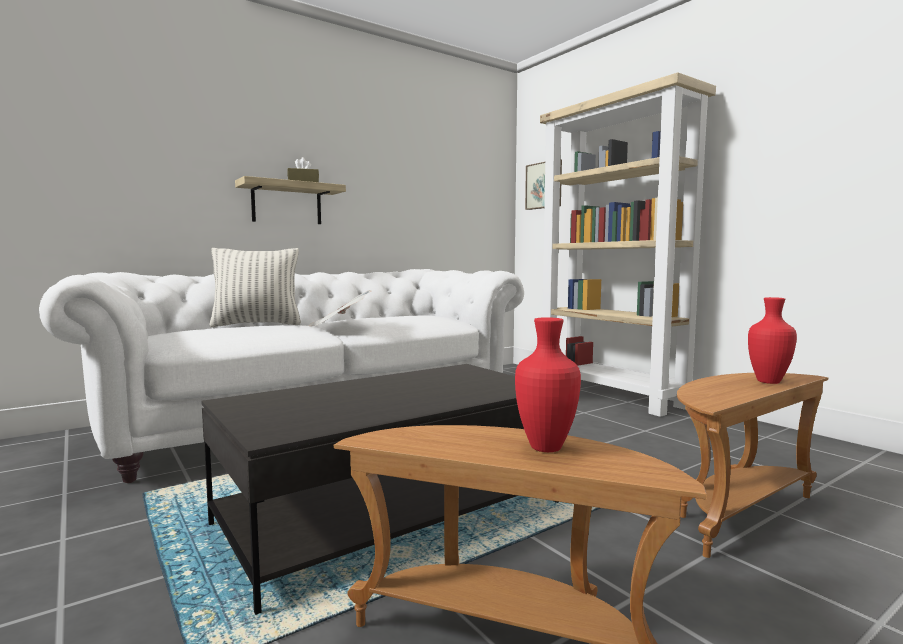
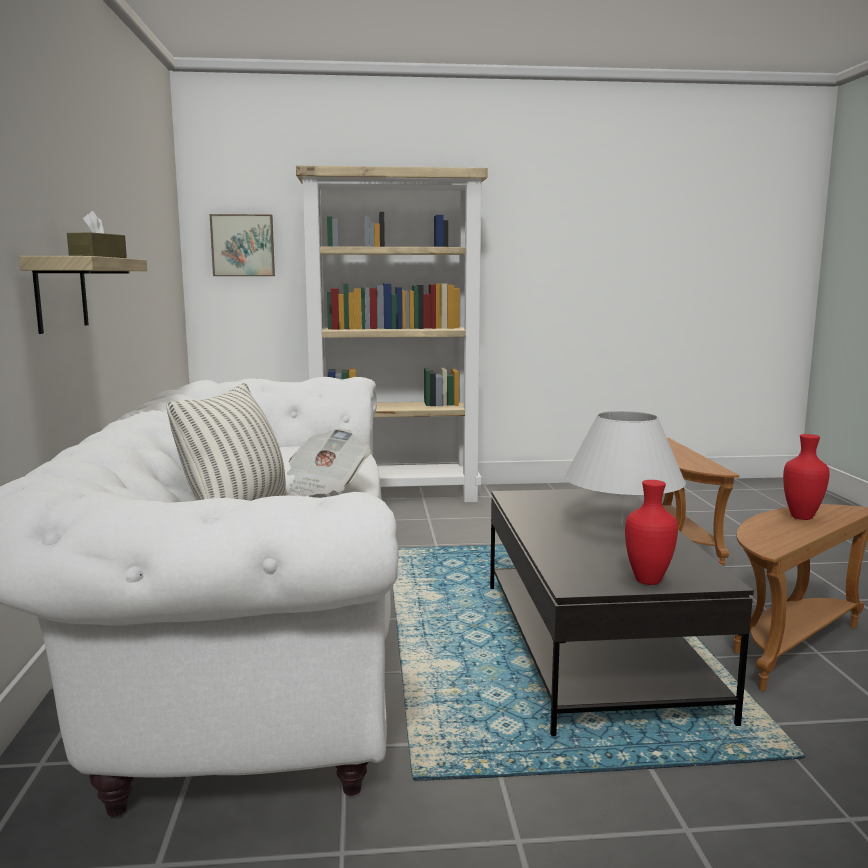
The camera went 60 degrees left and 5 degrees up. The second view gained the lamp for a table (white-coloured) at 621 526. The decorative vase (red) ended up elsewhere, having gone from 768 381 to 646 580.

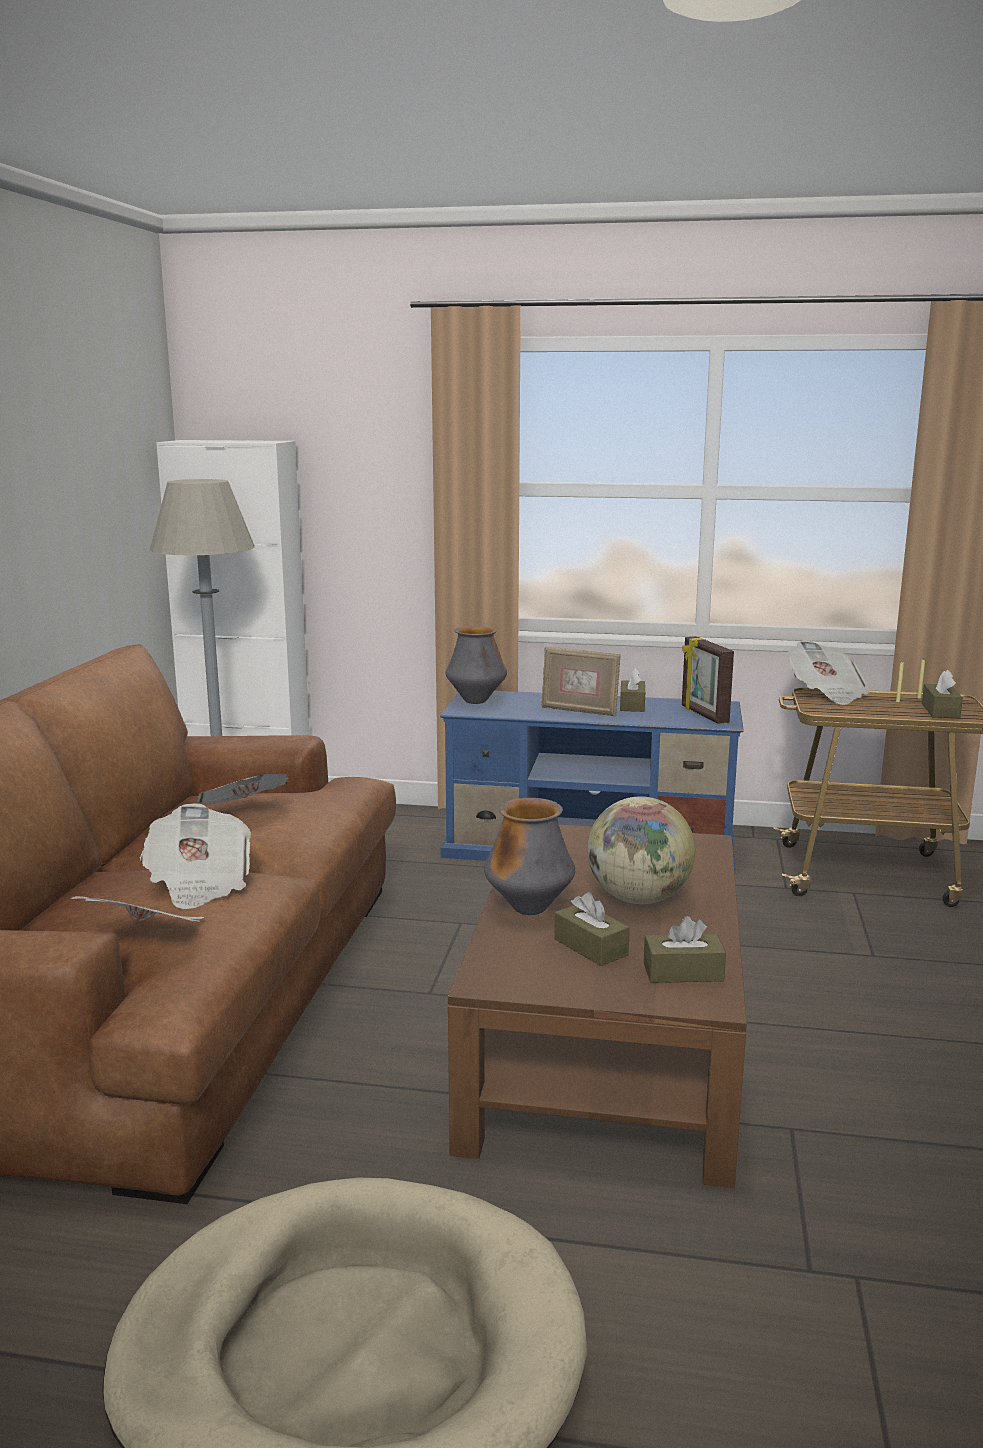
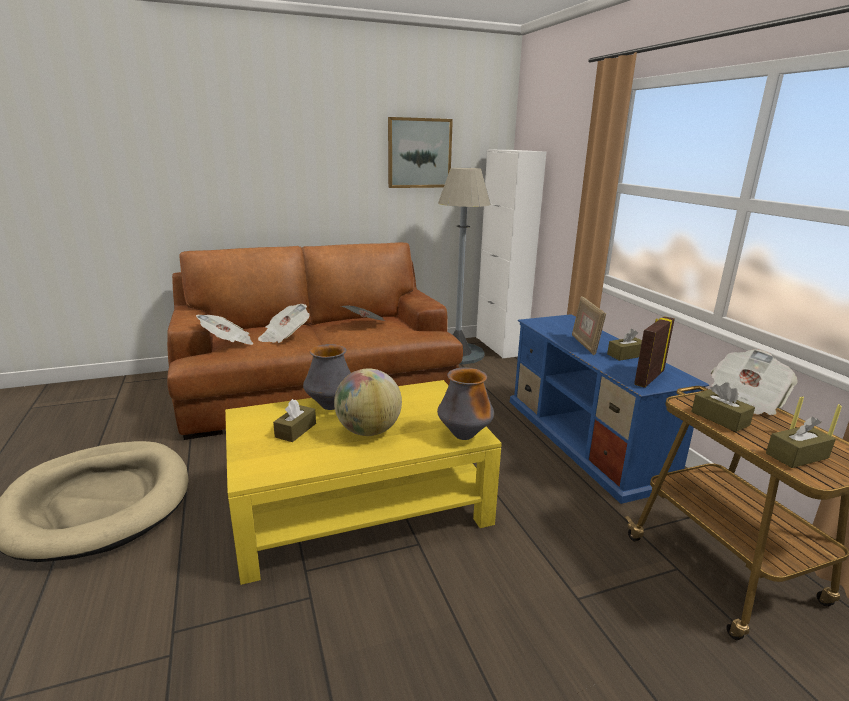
The camera went 60 degrees right and 5 degrees up. What was the coffee table (brown) at 606 1042 turned into the coffee table (yellow) at 360 504. The second view gained the wall picture at 419 153. The decorative vase ended up elsewhere, having gone from 476 701 to 464 435. The tissue box (brown) ended up elsewhere, having gone from 683 972 to 720 418.

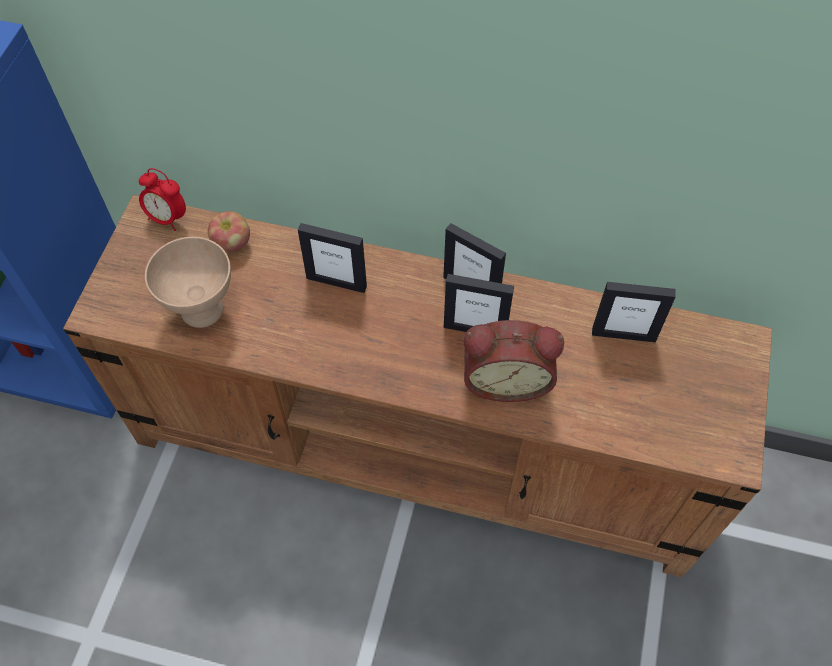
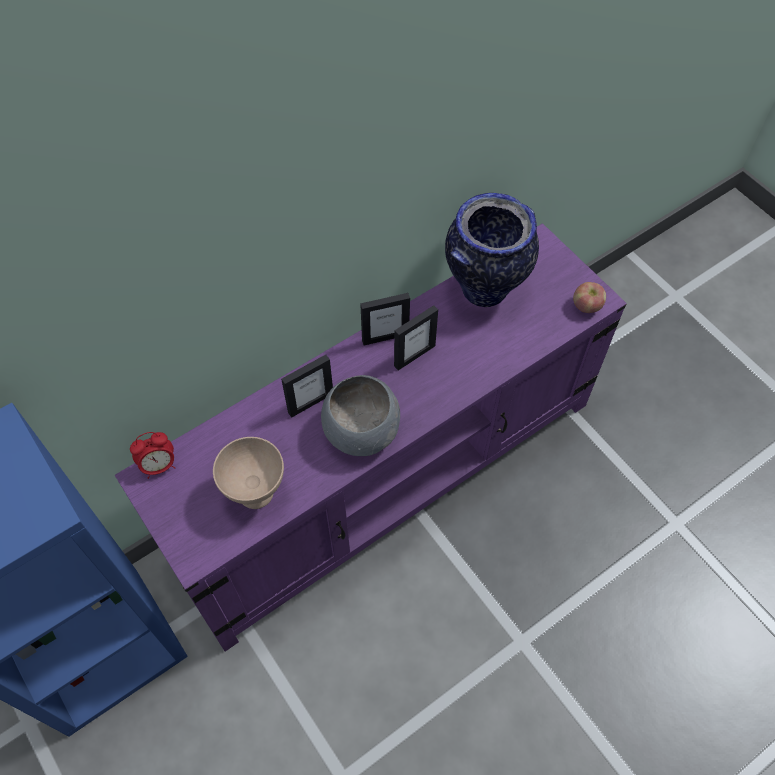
The camera went 50 degrees left and 0 degrees up. What was the tv stand (brown) at 419 445 turned into the tv stand (purplish) at 387 476. The second view gained the bowl (gray) at 360 432. Where the photo frame stood at 623 334, the decorative vase came to stand at 485 289. The apple ended up elsewhere, having gone from 232 243 to 586 306. The second view lost the alarm clock at 506 378.

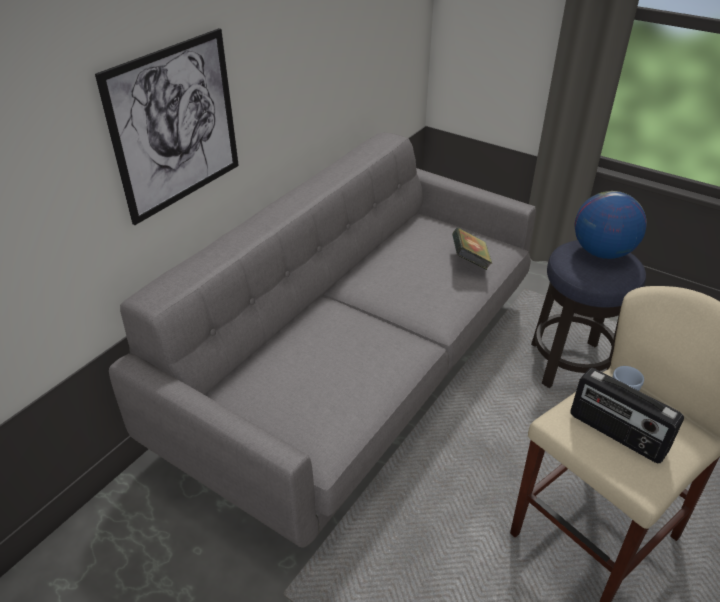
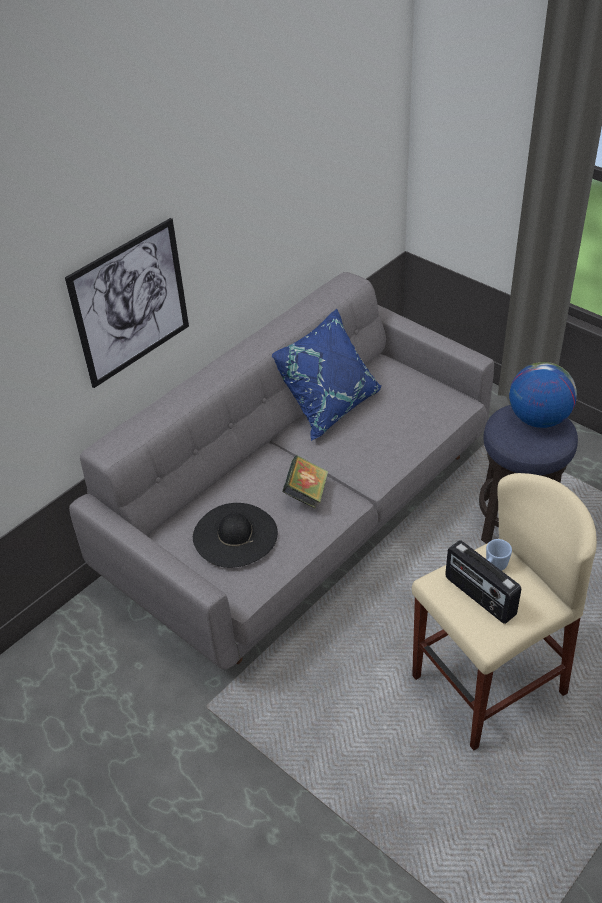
The camera went 10 degrees right and 5 degrees up. The second view gained the clothing hat (blackish) at 235 535. The second view gained the pillow (blue) at 327 405. The book ended up elsewhere, having gone from 469 262 to 306 494.

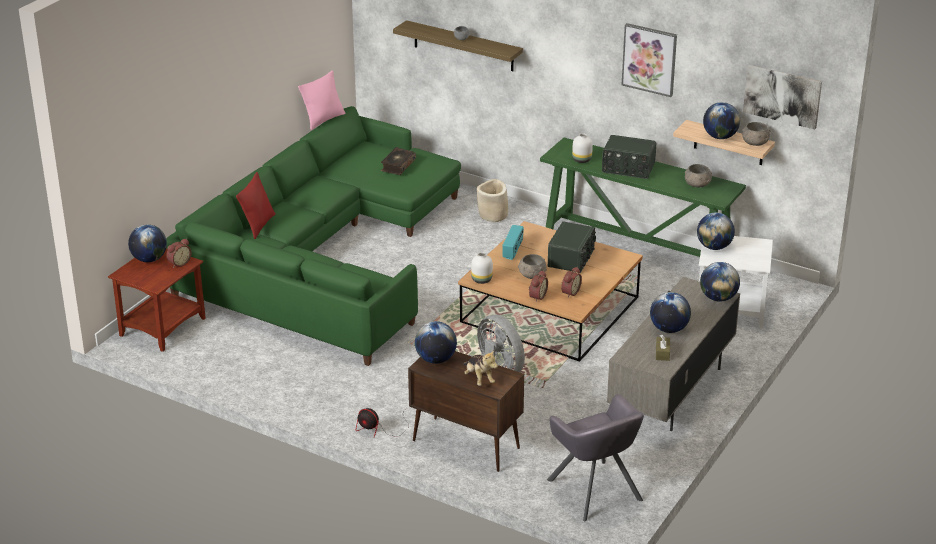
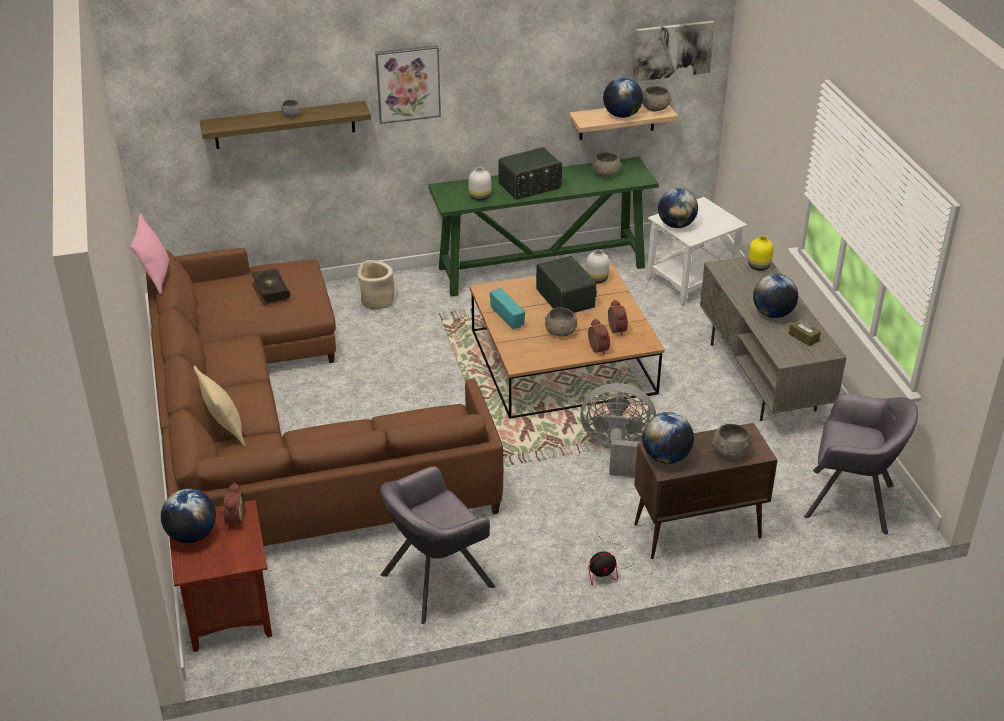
The camera went 45 degrees left and 5 degrees up. What was the couch (green) at 322 256 turned into the couch (brown) at 278 429. What was the pillow (red) at 258 225 turned into the pillow (sand-coloured) at 224 429. The wall picture ended up elsewhere, having gone from 649 59 to 408 83. The second view gained the easy chair (gray) at 436 580. The decorative vase (white-coloured) ended up elsewhere, having gone from 481 280 to 596 279. Where the cuddly toy stood at 479 379, the bowl (gray) came to stand at 729 451. Where the desk globe stood at 718 298, the decorative vase (yellow) came to stand at 759 266.

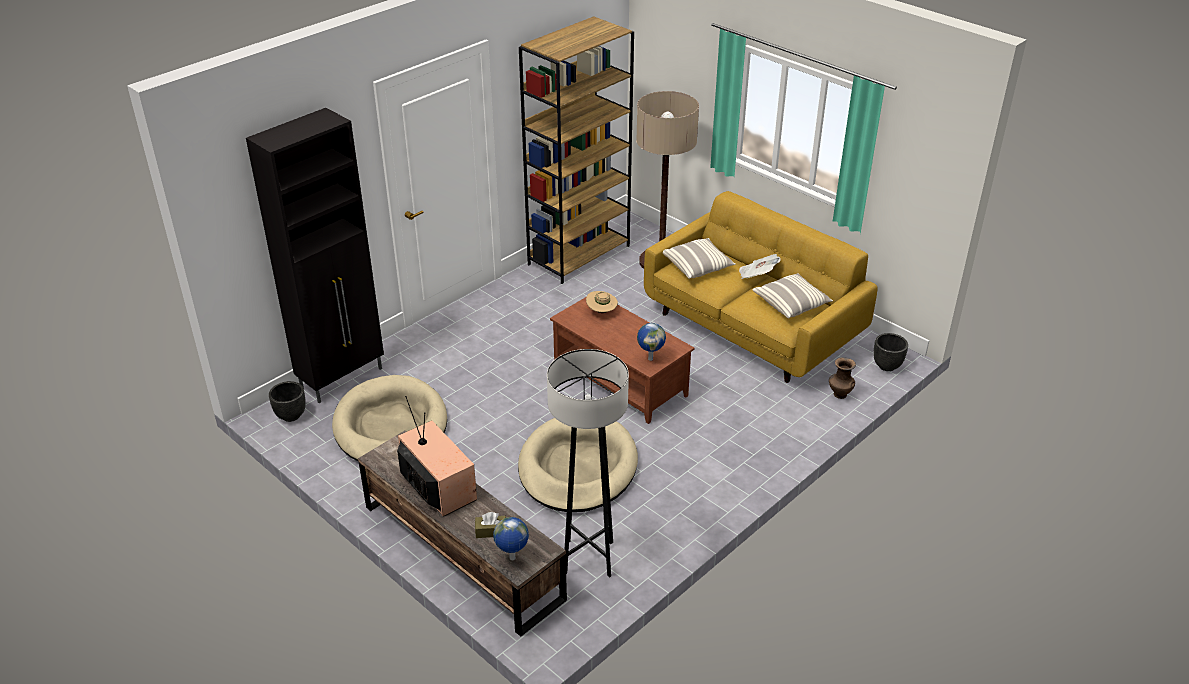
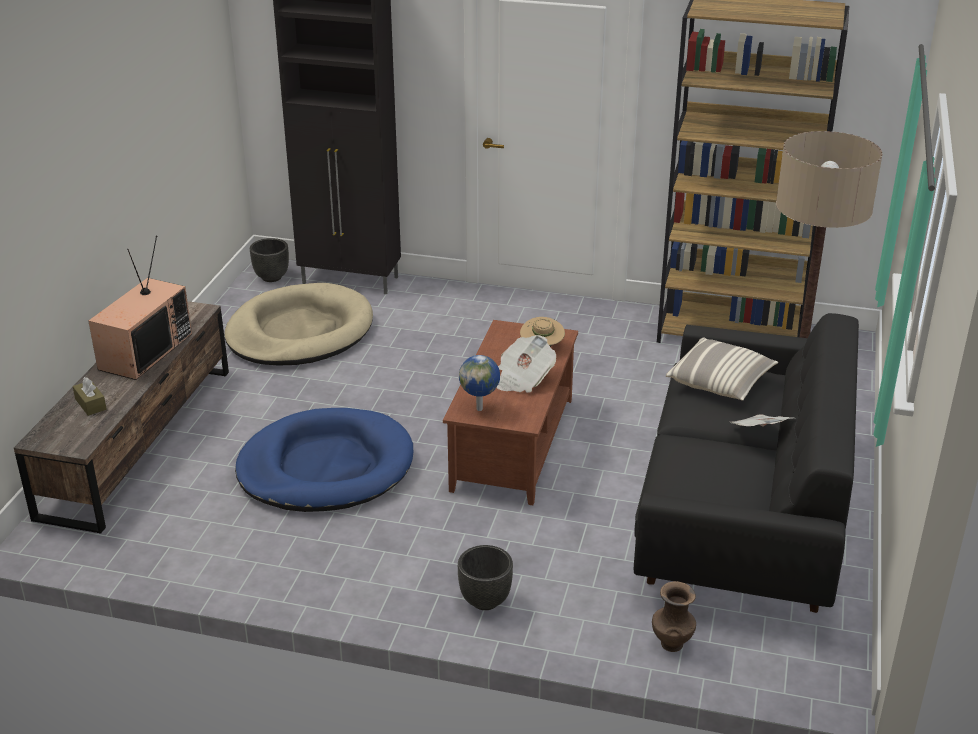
The camera went 60 degrees right and 5 degrees down. What was the dog cushion (sand-coloured) at 577 467 turned into the dog cushion (blue) at 326 467. The plant pot (blackish) ended up elsewhere, having gone from 887 366 to 485 601. The second view gained the printed paper at 523 379. What was the couch (yellow) at 752 327 turned into the couch (blackish) at 742 514. The second view lost the desk globe at 512 558. The second view lost the floor lamp (gray) at 588 558. The second view lost the pillow at 791 304.

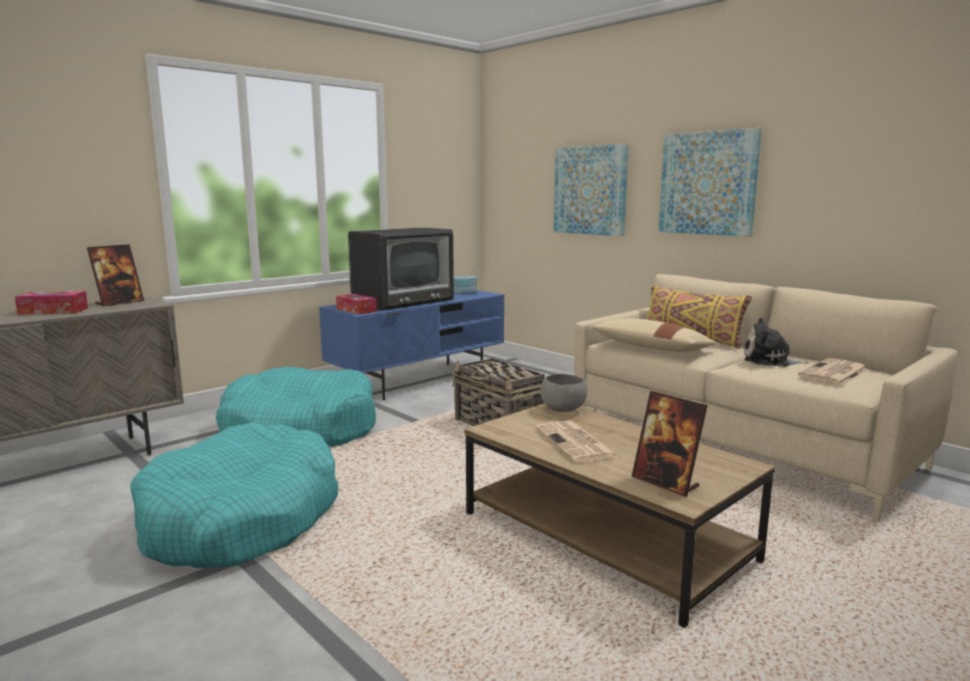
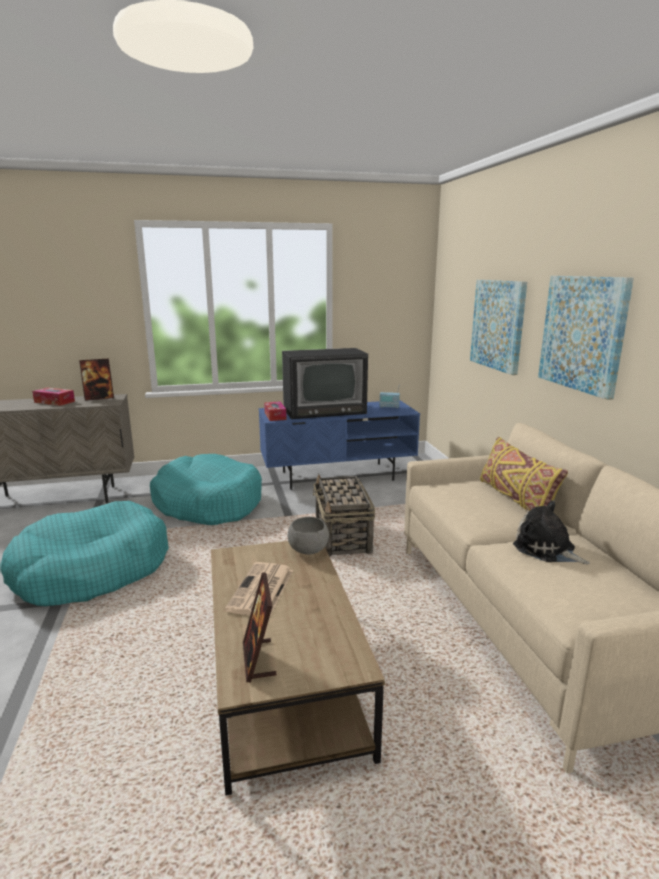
The camera went 30 degrees right and 5 degrees up. The second view lost the pillow (sand-coloured) at 651 348. The second view lost the printed paper at 834 373.

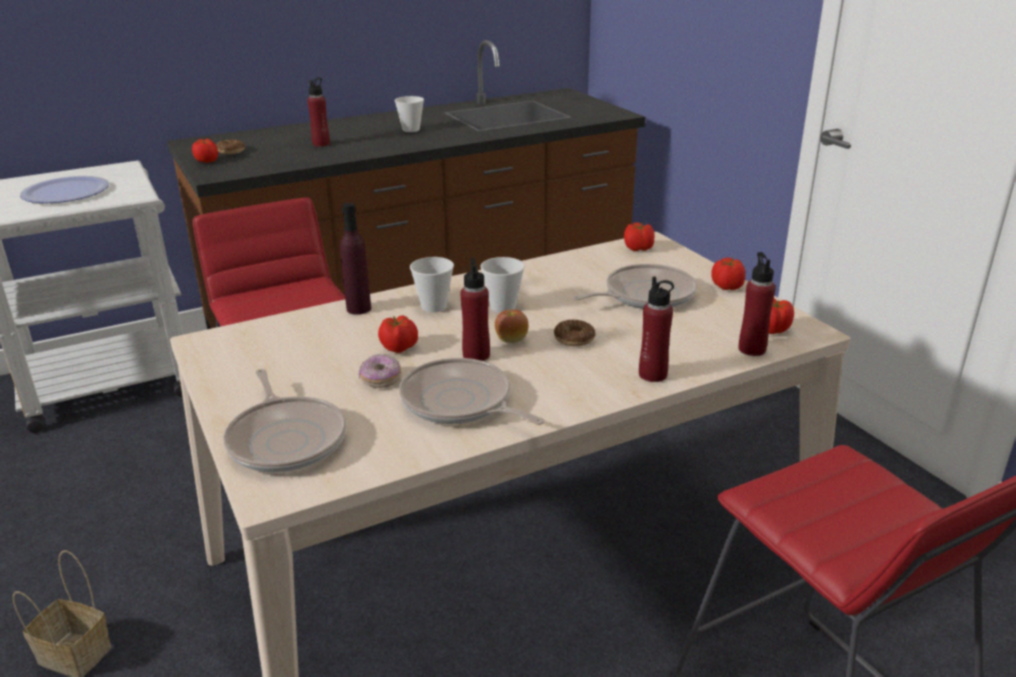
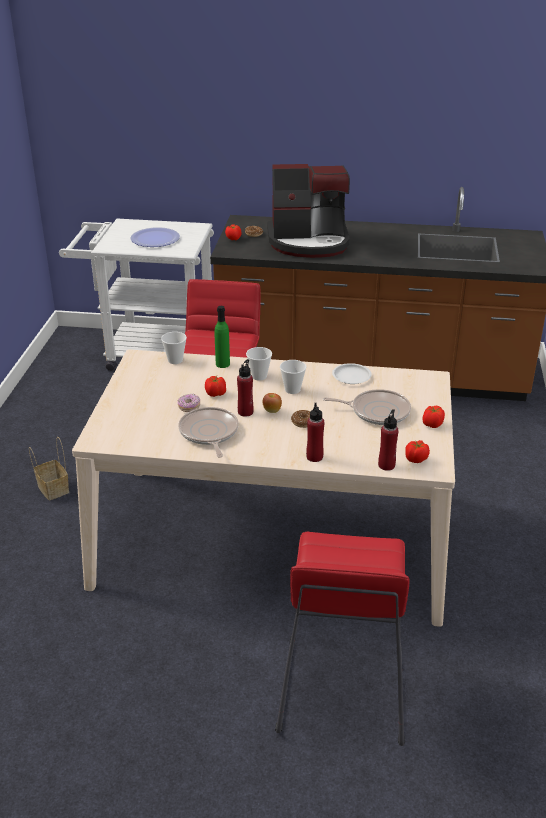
The camera went 35 degrees right and 5 degrees up. The small cup ended up elsewhere, having gone from 411 130 to 175 360. What was the beverage bottle (purplish) at 358 309 turned into the beverage bottle (green) at 222 364. Where the beverage bottle (red) stood at 321 144, the coffee maker came to stand at 309 242. The second view gained the flat dish (white-coloured) at 351 376. The second view lost the pan at 286 439. The second view lost the tomato at 639 249.

